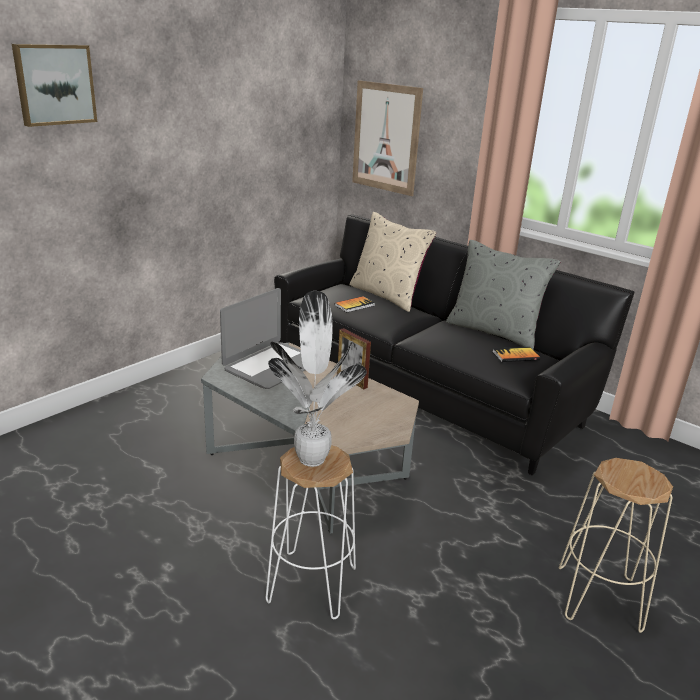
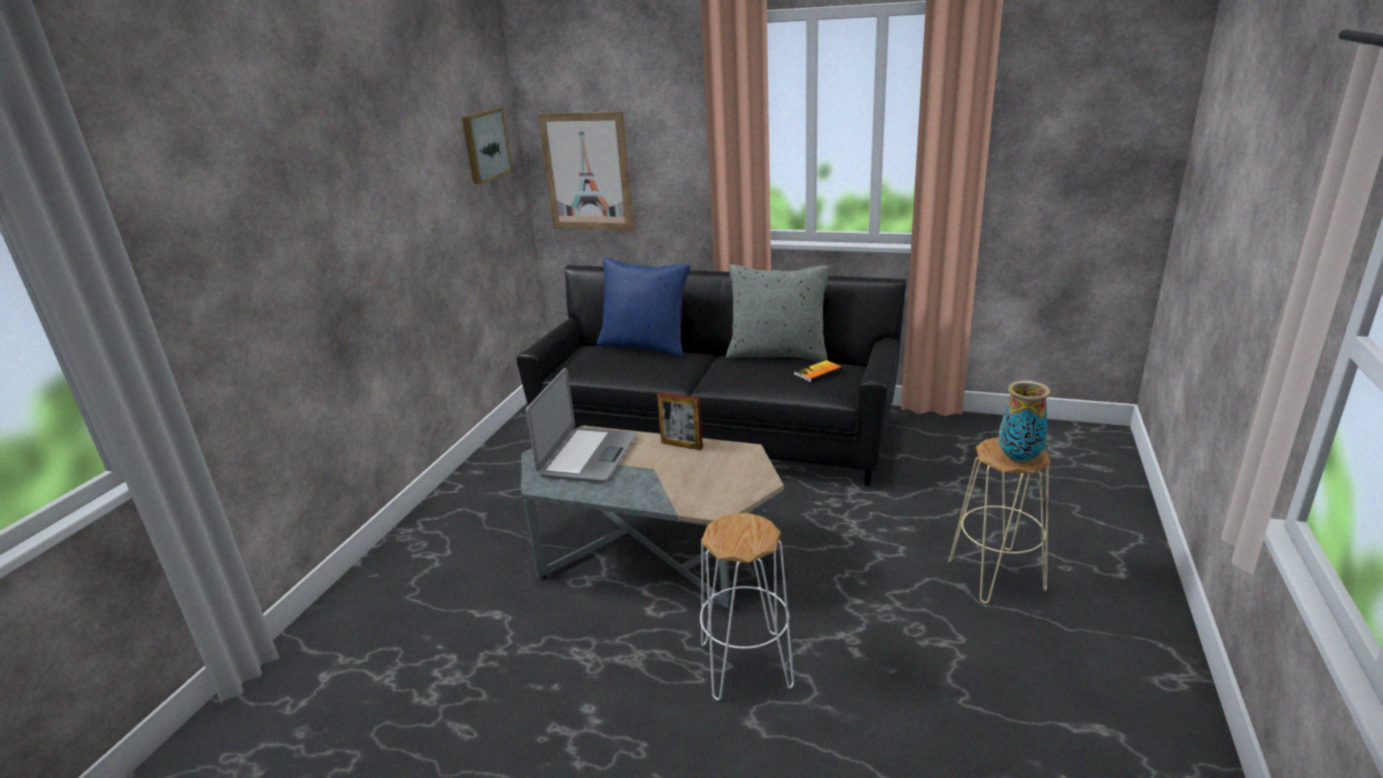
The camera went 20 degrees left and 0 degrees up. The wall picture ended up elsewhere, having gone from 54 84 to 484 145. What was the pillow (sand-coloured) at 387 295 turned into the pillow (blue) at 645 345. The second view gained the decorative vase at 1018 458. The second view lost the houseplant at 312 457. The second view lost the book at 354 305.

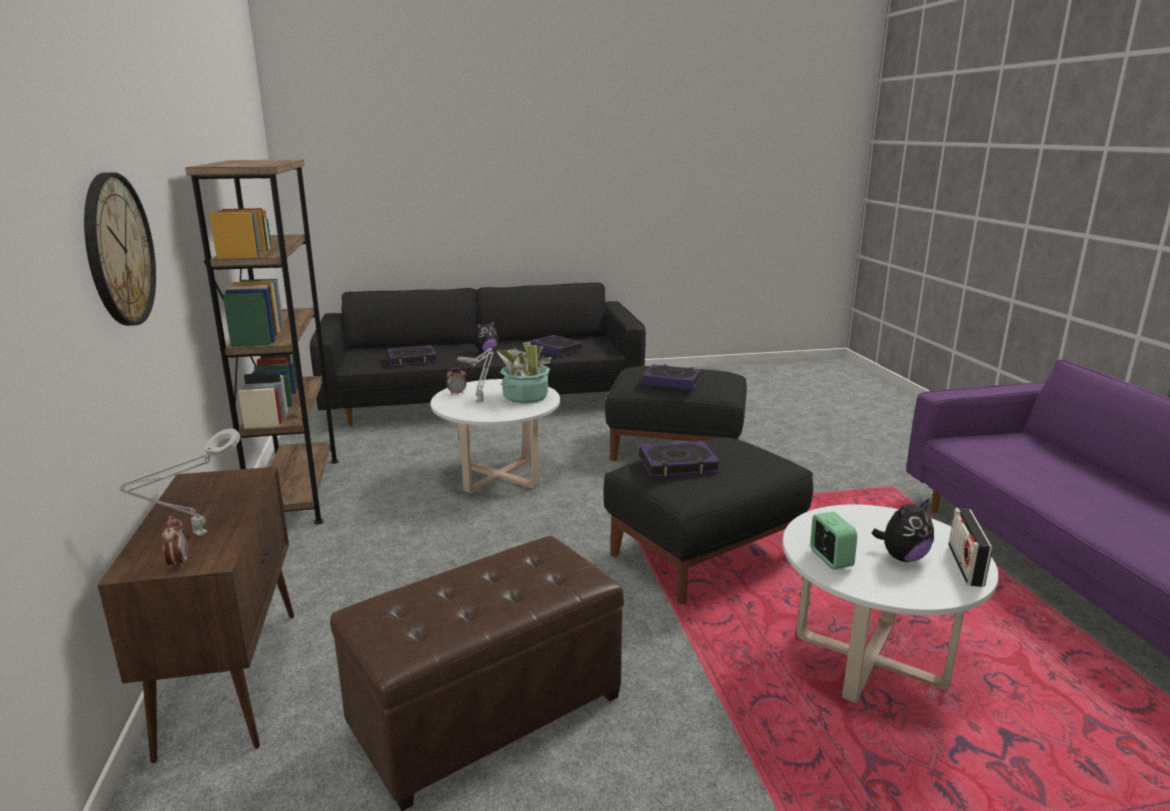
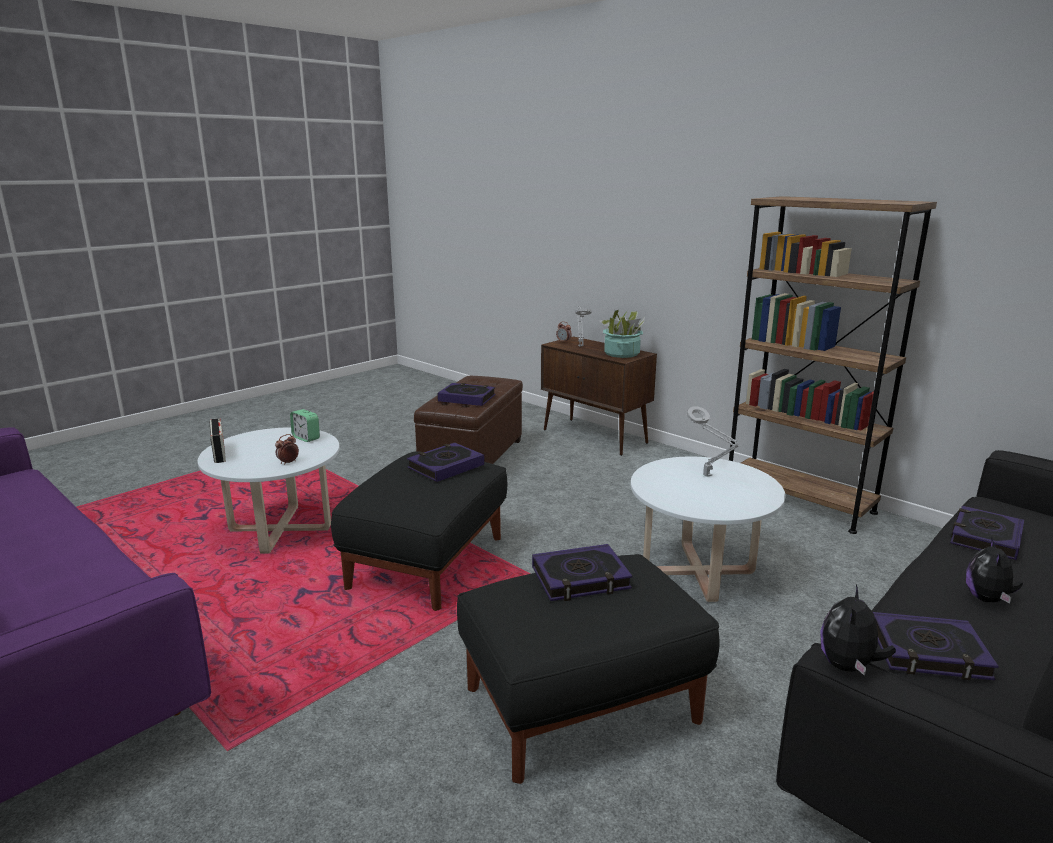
The camera went 145 degrees right and 0 degrees up. The alarm clock ended up elsewhere, having gone from 457 393 to 288 462. The second view gained the book at 467 398. The houseplant ended up elsewhere, having gone from 525 397 to 621 353. The cuddly toy ended up elsewhere, having gone from 902 557 to 848 666. The second view lost the hanging clock at 118 250.

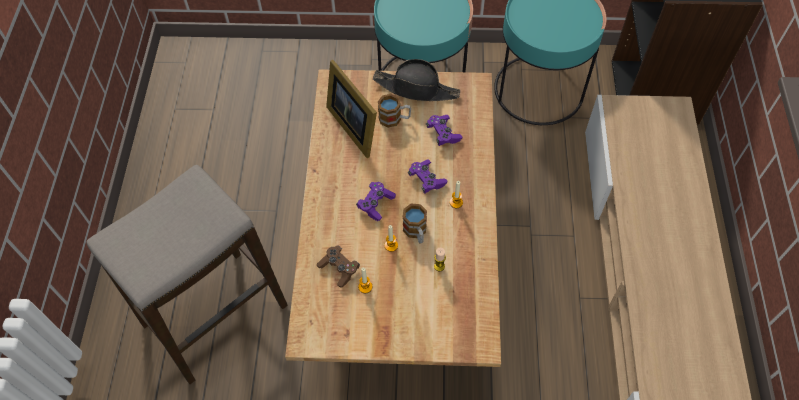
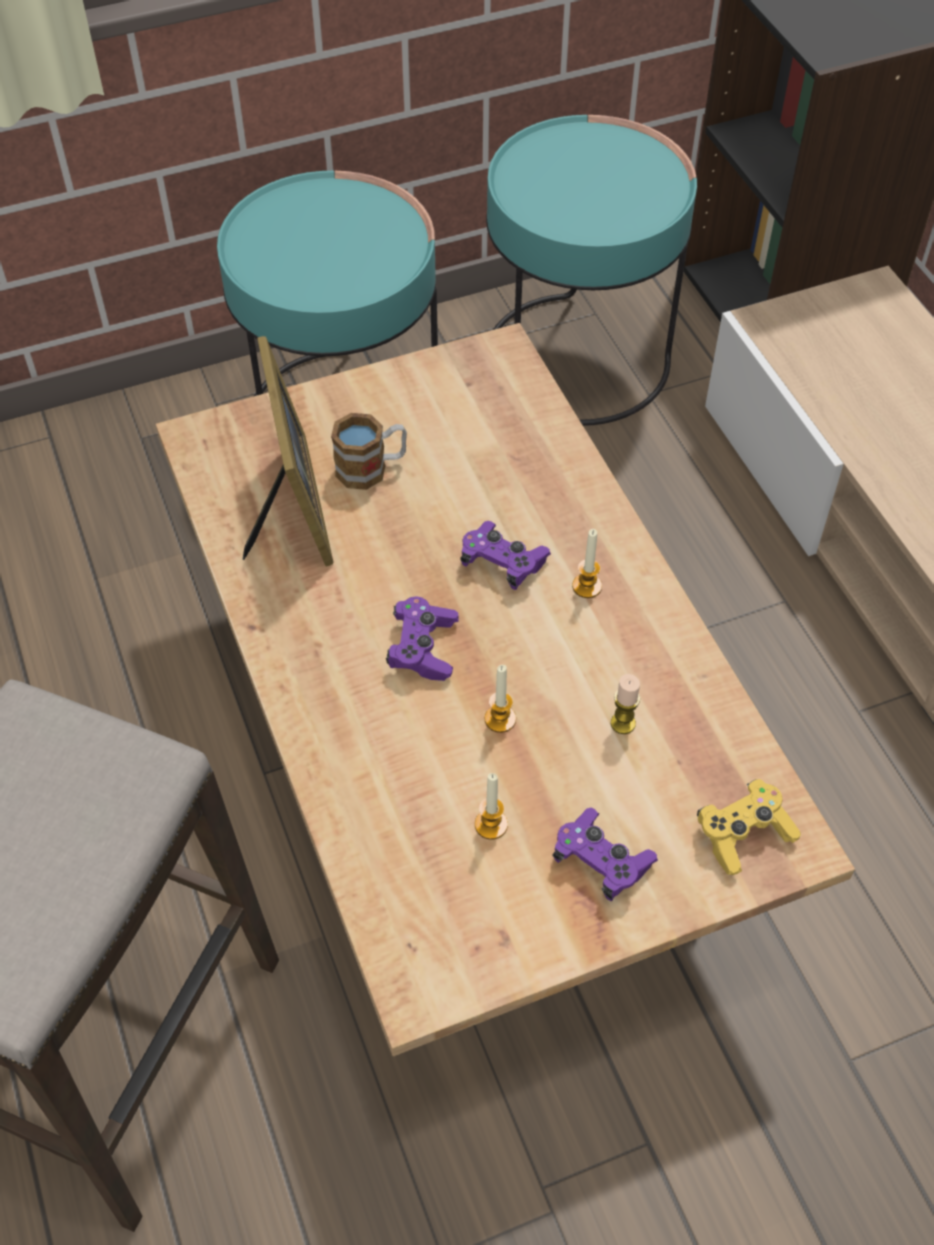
The camera went 25 degrees left and 5 degrees down. The photo frame at 354 125 ended up facing another way, 135 degrees counterclockwise from before. The joypad (purplish) ended up elsewhere, having gone from 443 134 to 601 862. The second view gained the joypad (yellow) at 743 834. The second view lost the joypad (brown) at 339 269. The second view lost the clothing hat (blackish) at 416 89. The second view lost the tea mug at 416 232.

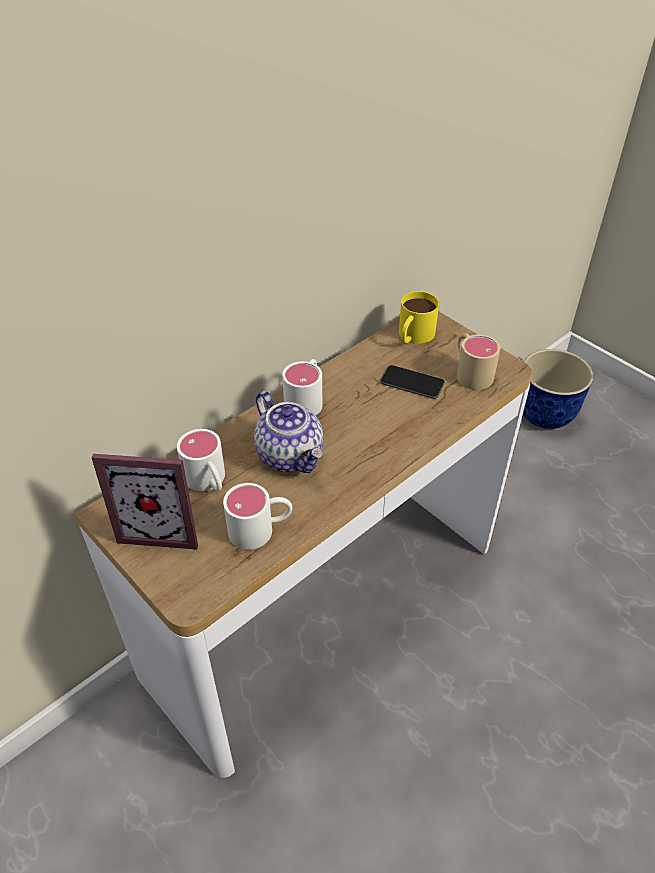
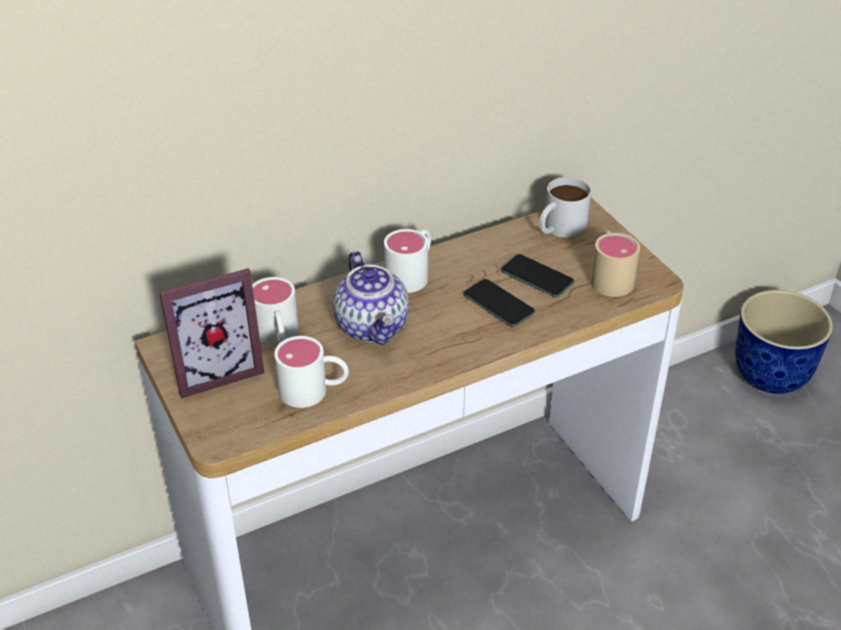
The camera went 15 degrees right and 5 degrees down. The photo frame at 162 527 ended up facing another way, 45 degrees counterclockwise from before. The second view gained the telephone at 498 304. What was the tea mug (yellow) at 413 336 turned into the tea mug (white-coloured) at 559 228.

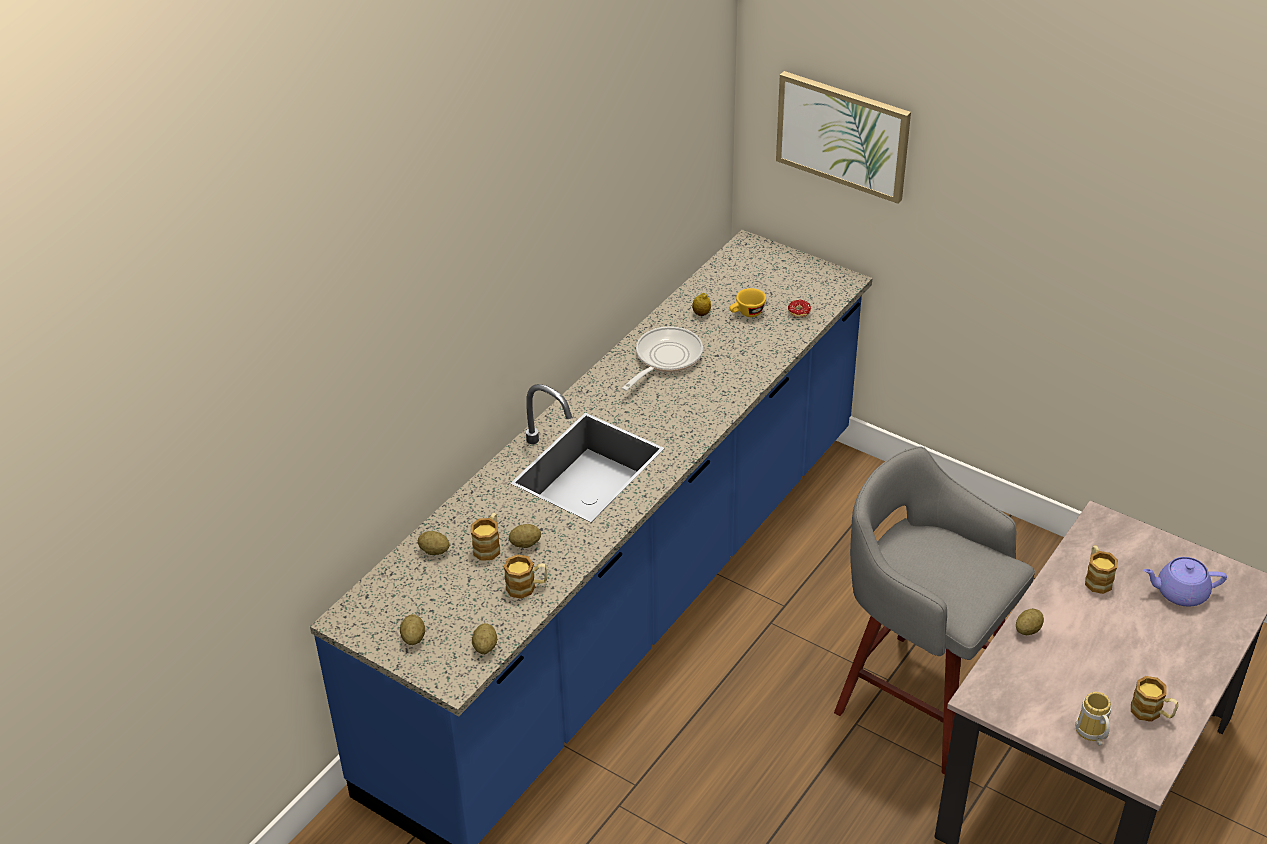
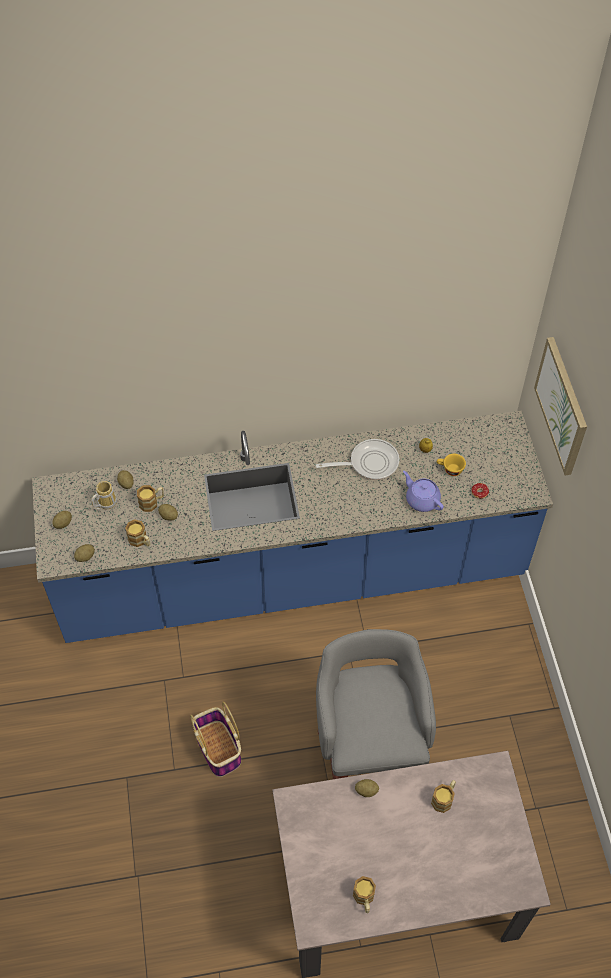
The camera went 45 degrees right and 15 degrees up. The tea mug ended up elsewhere, having gone from 1091 734 to 104 503. The second view gained the basket at 219 749. The teapot (purplish) ended up elsewhere, having gone from 1180 592 to 421 499.

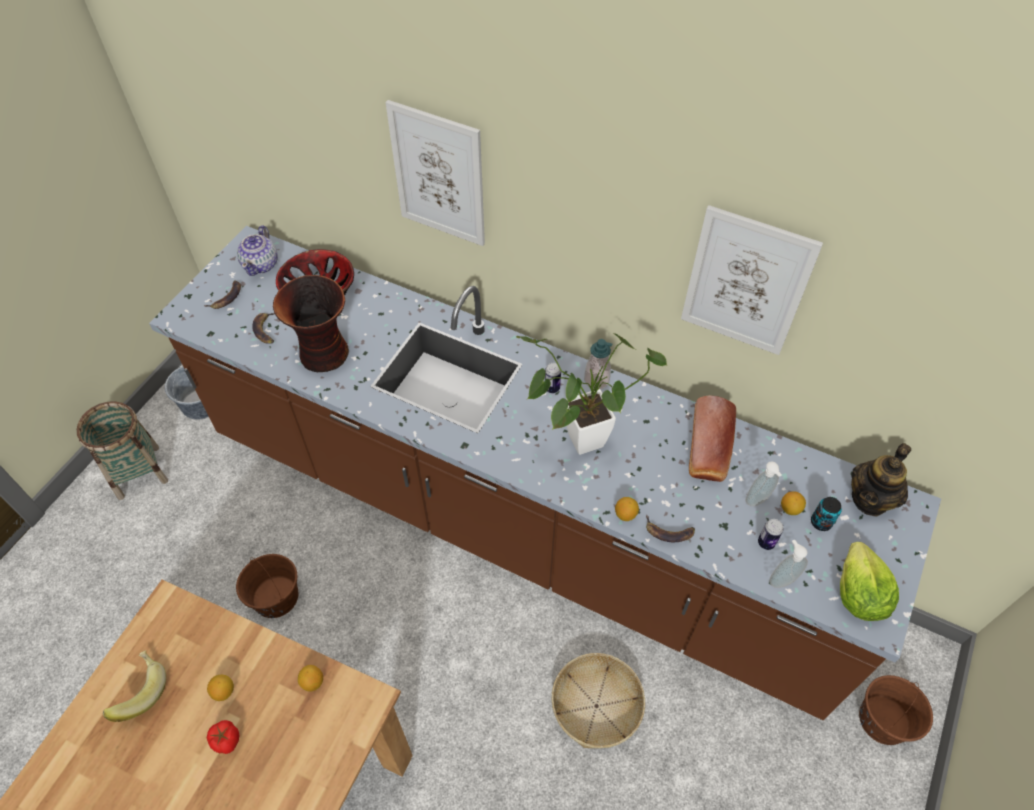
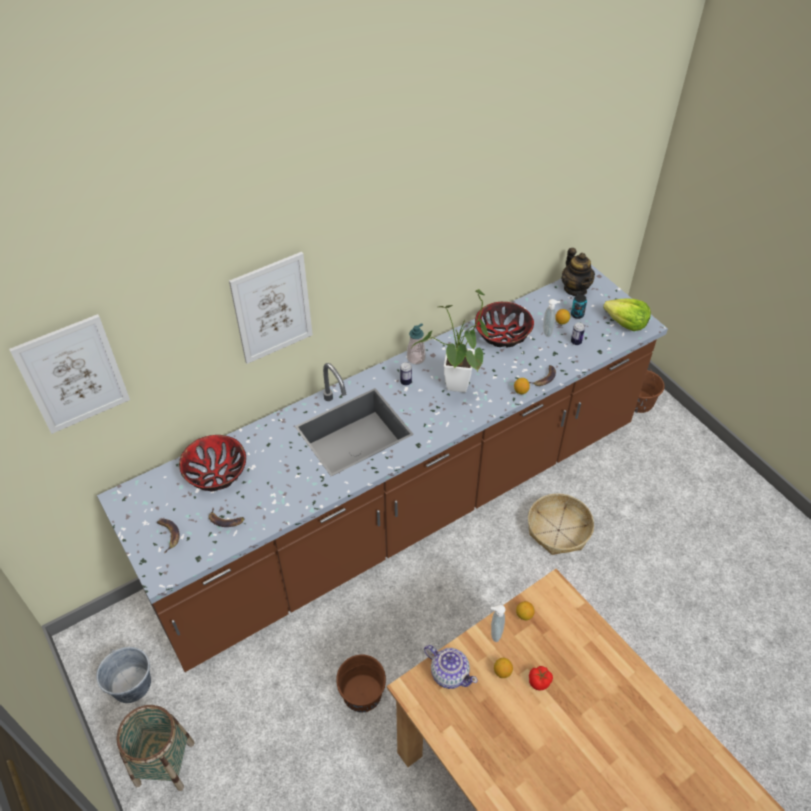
The camera went 60 degrees left and 5 degrees down. The wall picture ended up elsewhere, having gone from 746 282 to 73 374. The teapot ended up elsewhere, having gone from 261 264 to 449 673. Where the baked bread stood at 708 451, the bowl came to stand at 502 335. The soap dispenser ended up elsewhere, having gone from 781 579 to 494 632. The second view lost the banana at 139 691. The second view lost the decorative vase at 324 355.

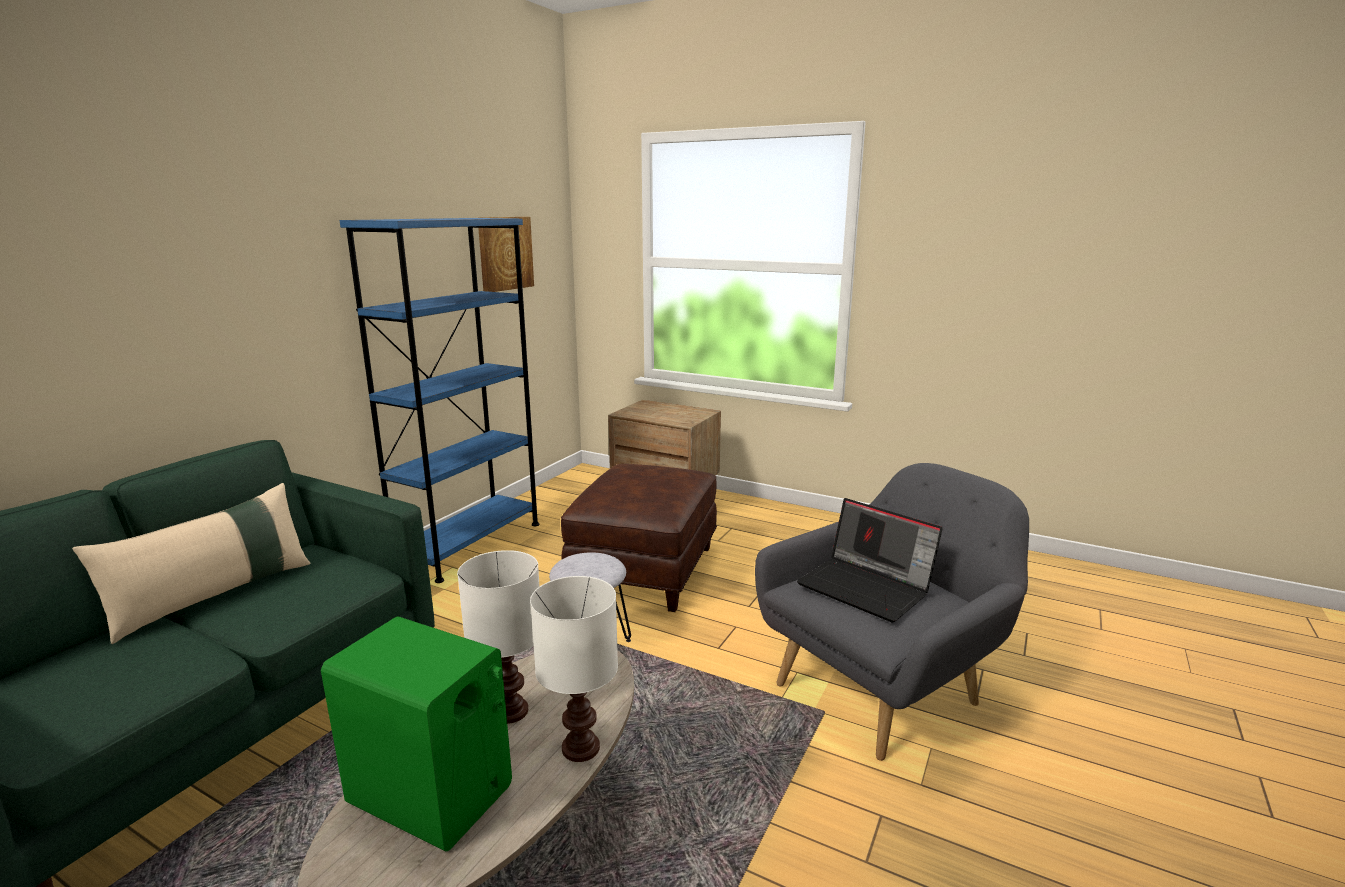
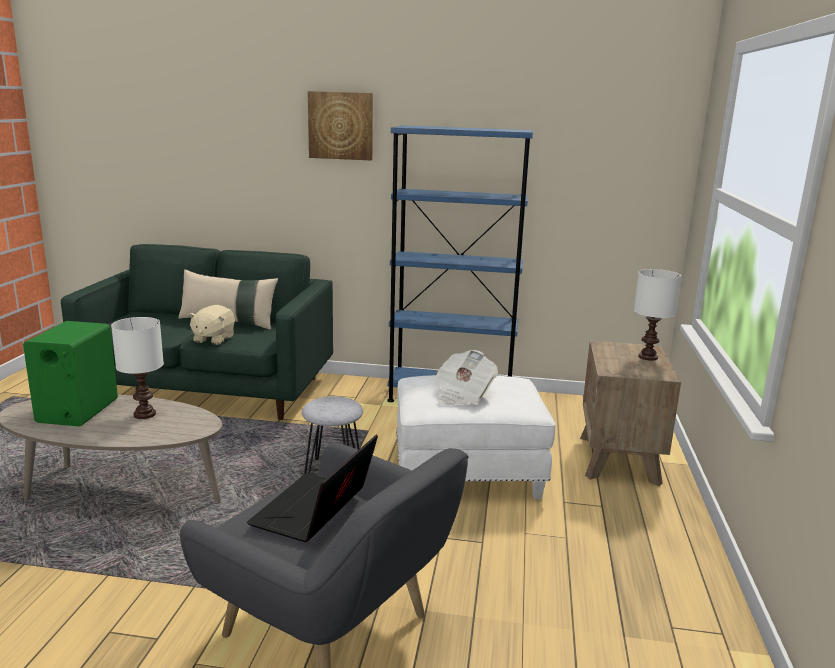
The camera went 70 degrees right and 0 degrees up. The second view gained the cuddly toy (sand-coloured) at 213 339. The wall picture ended up elsewhere, having gone from 504 253 to 341 125. What was the ottoman (brown) at 644 569 turned into the ottoman (white-coloured) at 468 473. The second view gained the printed paper at 462 394. The lamp for a table (white-coloured) ended up elsewhere, having gone from 582 749 to 647 357.

